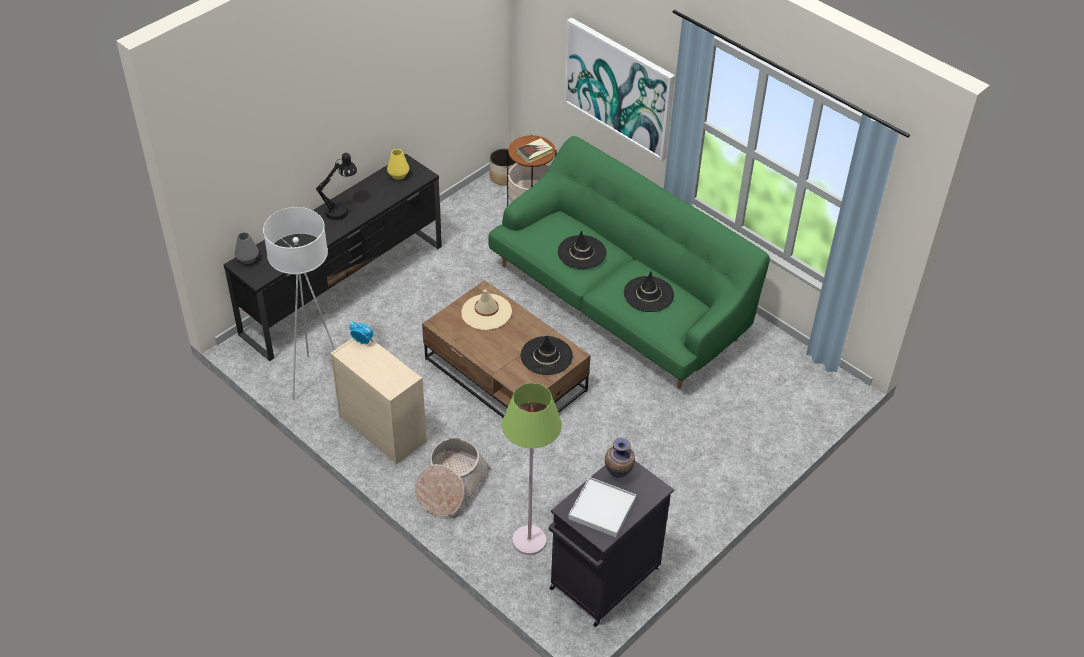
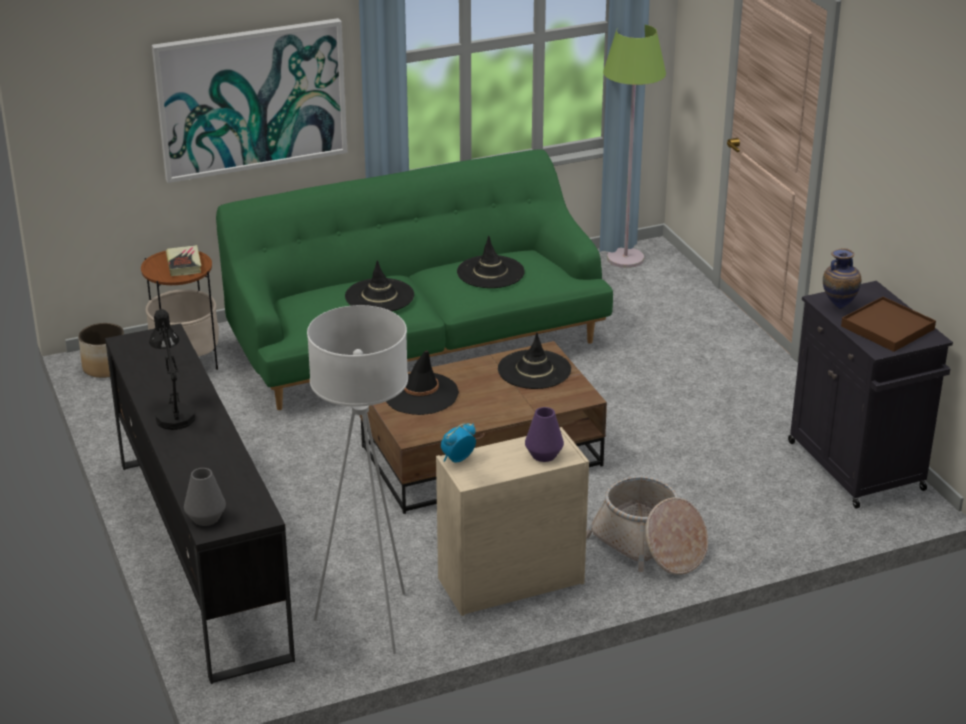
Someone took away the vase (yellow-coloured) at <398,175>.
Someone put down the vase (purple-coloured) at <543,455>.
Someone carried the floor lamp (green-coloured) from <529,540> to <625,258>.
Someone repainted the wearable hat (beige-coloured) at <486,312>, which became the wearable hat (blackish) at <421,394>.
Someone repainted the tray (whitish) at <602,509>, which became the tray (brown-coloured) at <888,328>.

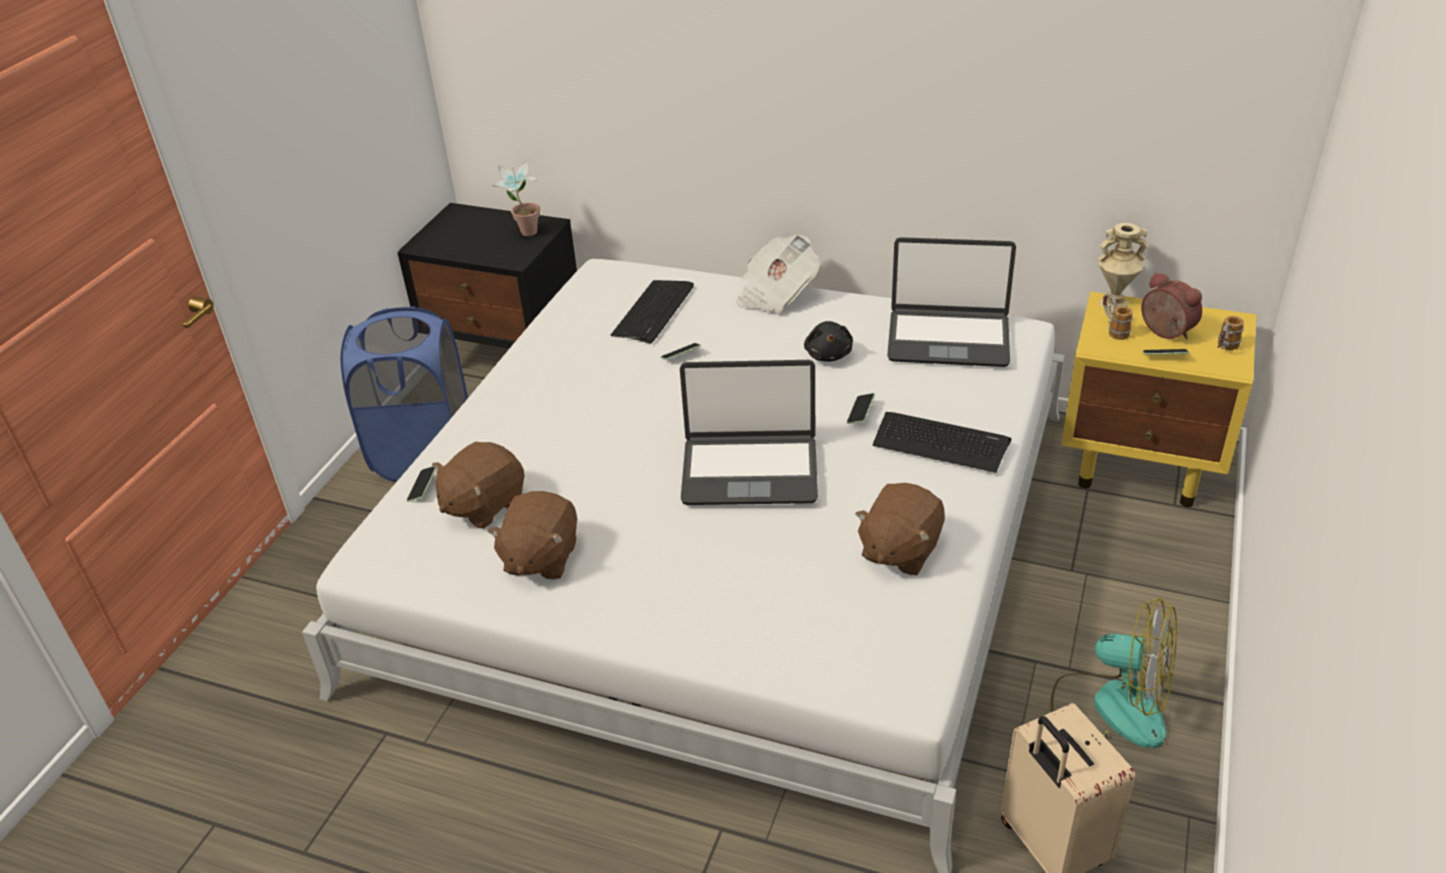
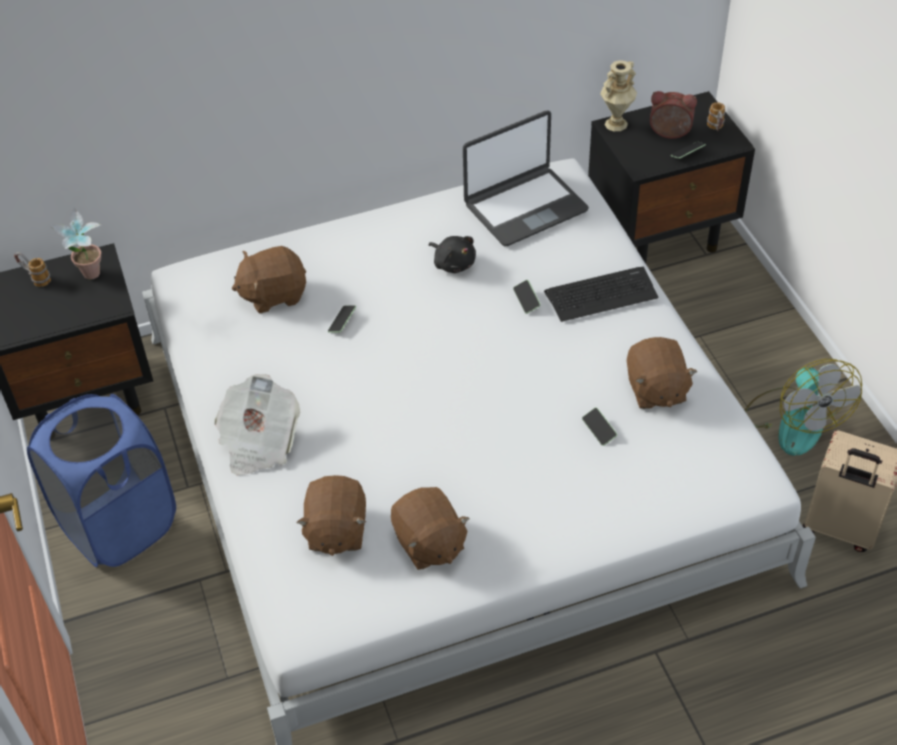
Someone took away the portable computer at <749,471>.
Someone carried the handset from <423,488> to <599,430>.
Someone carried the daily paper from <776,294> to <258,441>.
Someone carried the tea mug from <1112,329> to <35,278>.
Someone swapped the computer keyboard at <654,312> for the soft toy (brown-coloured) at <273,294>.
Someone repainted the nightstand (yellow-coloured) at <1141,465>, which became the nightstand (blackish) at <661,235>.
Someone rotated the electric fan at <1110,708> by 90 degrees clockwise.

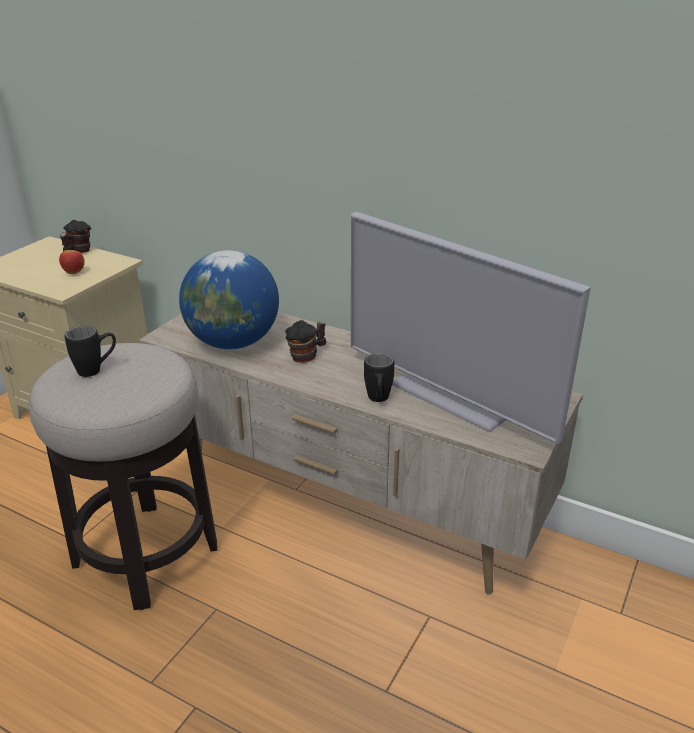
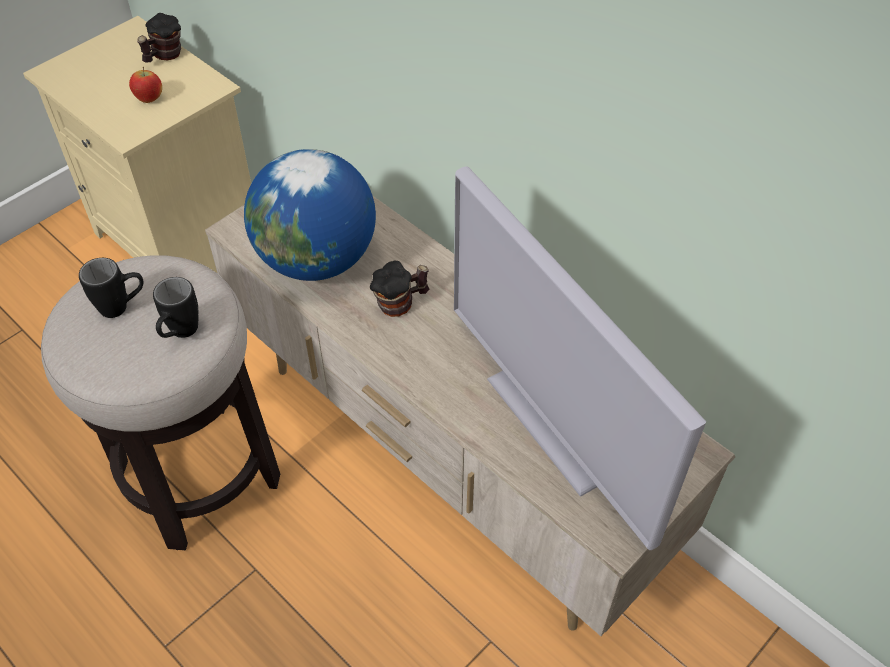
Someone carried the tea mug (blackish) from <378,400> to <180,334>.

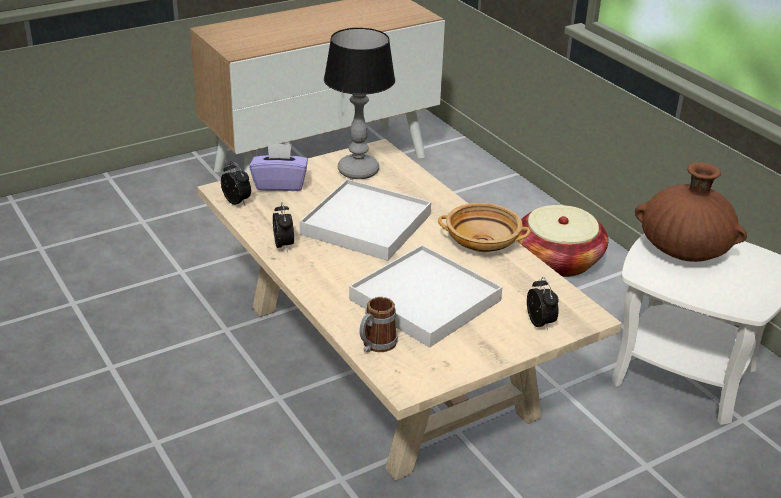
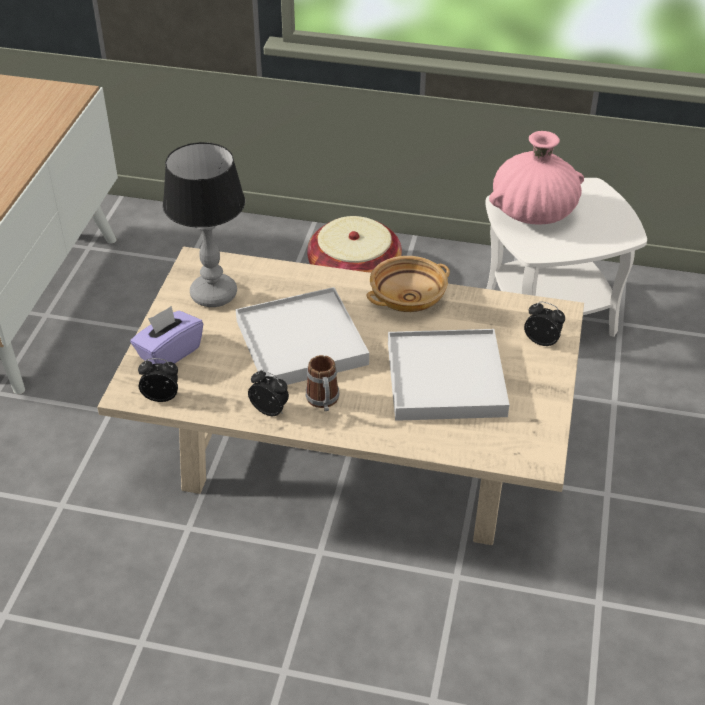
Someone carried the tea mug from <375,346> to <323,402>.
Someone repainted the vase (brown-coloured) at <684,250>, which became the vase (pink-coloured) at <533,213>.

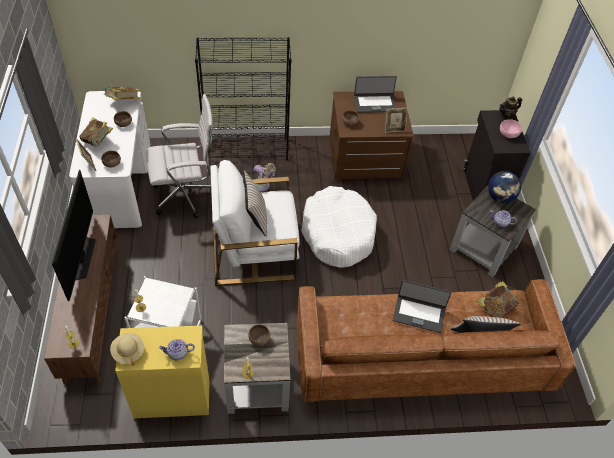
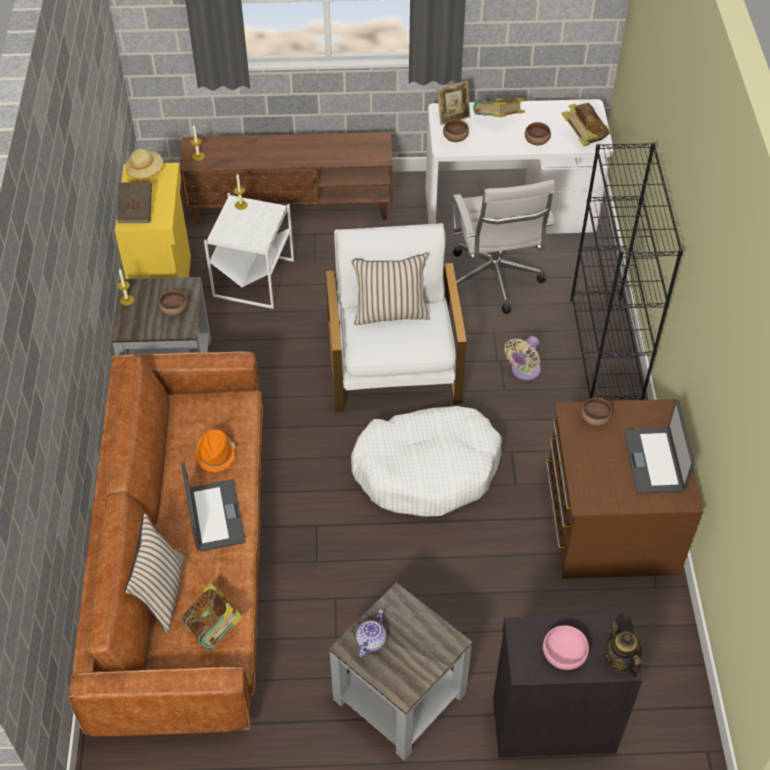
Someone took away the TV at <81,258>.
Someone took away the photo frame at <394,129>.
Someone took away the world globe at <500,197>.
Someone put down the wearable hat (orange) at <216,454>.
Someone swapped the pot for tea at <177,353> for the bound book (brown-coloured) at <136,211>.
Someone rotated the portable computer at <419,313> by 150 degrees clockwise.

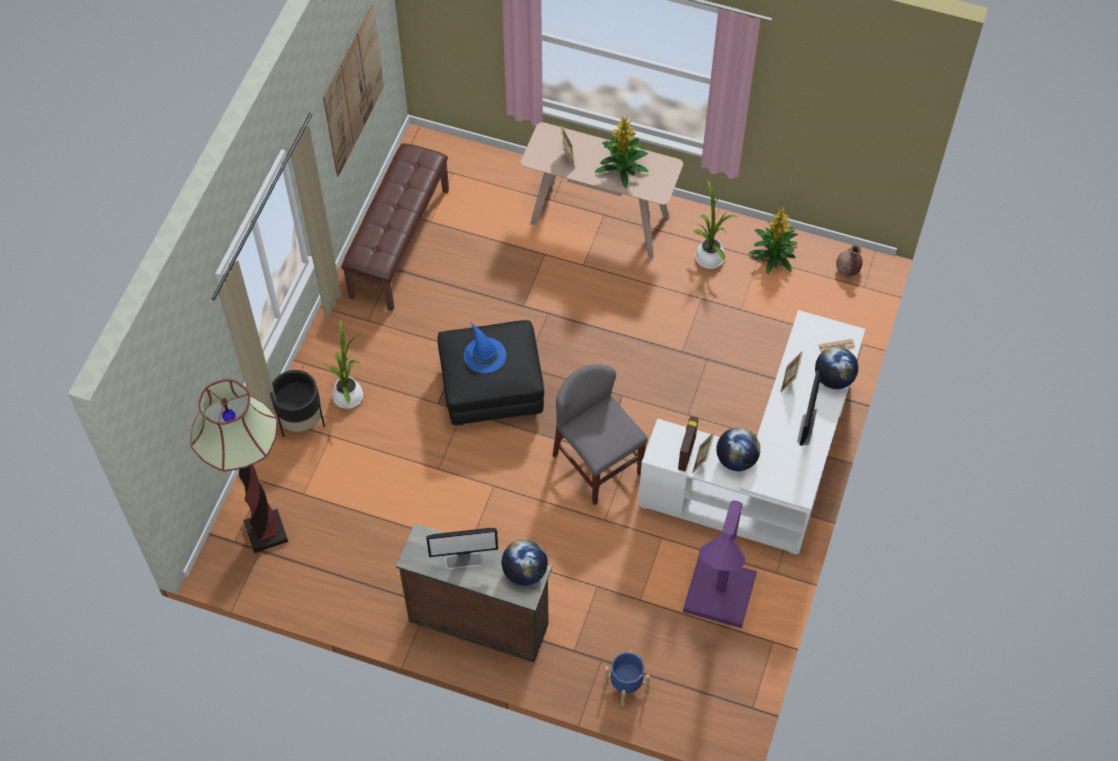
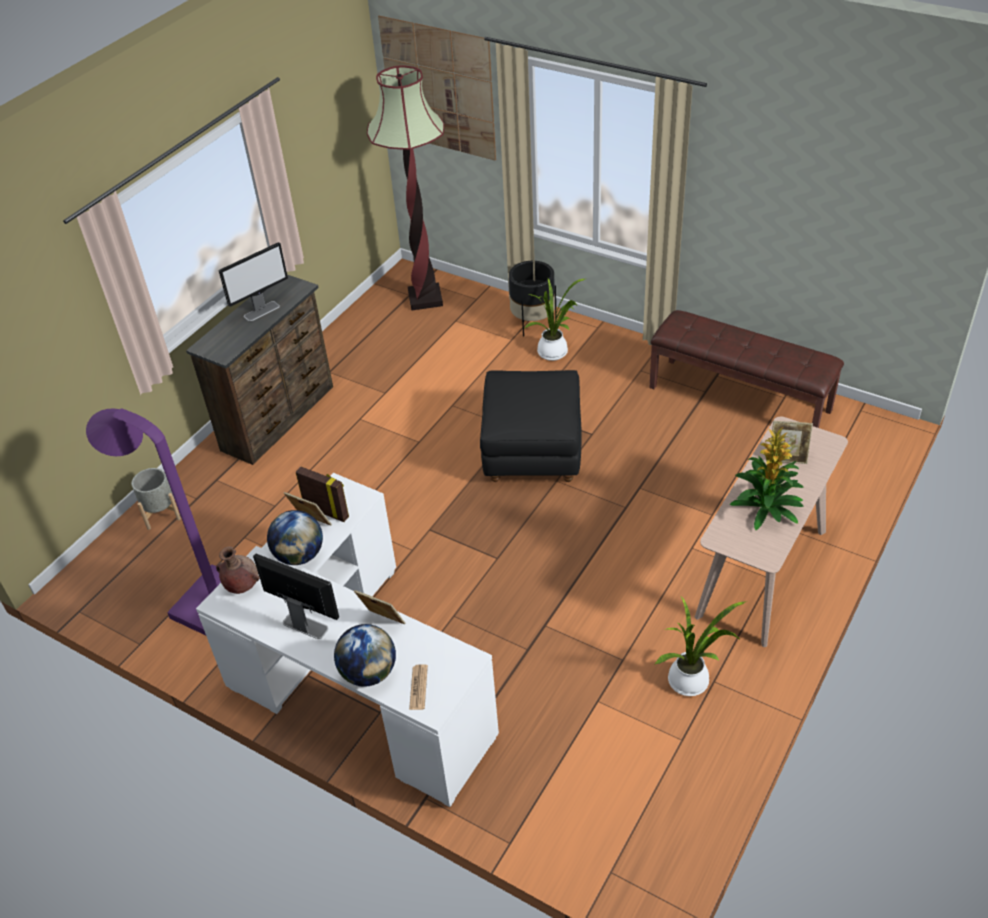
Someone took away the wearable hat (blue-coloured) at <484,354>.
Someone took away the world globe at <524,572>.
Someone took away the upright chair (grey) at <597,464>.
Someone took away the plant in a pot at <773,254>.
Someone carried the wall art from <353,91> to <438,88>.
Someone carried the vase (brown-coloured) from <847,270> to <241,586>.
Someone repainted the flower pot (blue-coloured) at <626,684>, which became the flower pot (grey) at <161,513>.
Someone rotated the monitor at <464,561> by 135 degrees counterclockwise.

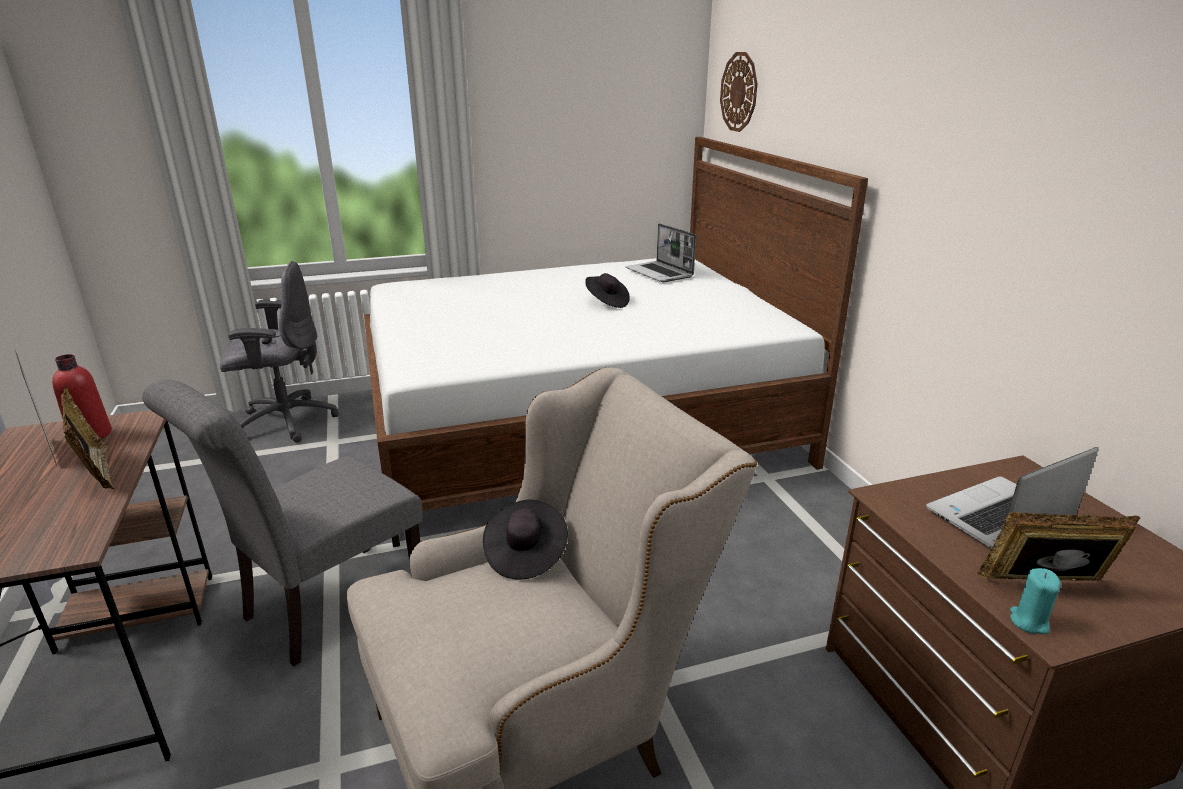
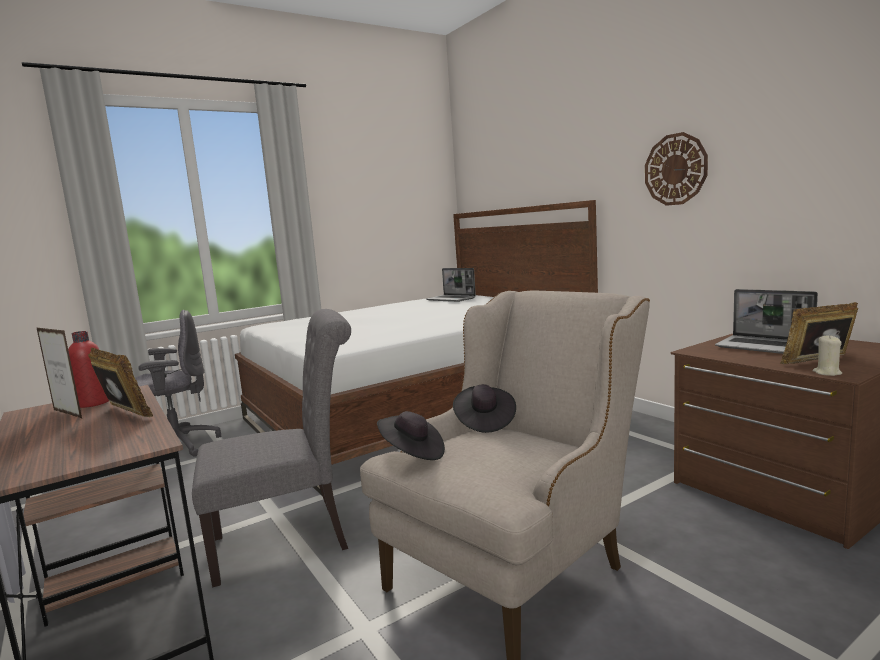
Someone carried the wearable hat (blackish) from <607,302> to <412,453>.
Someone carried the wall clock from <739,92> to <675,169>.
Someone repainted the wax candle (turquoise-coloured) at <1028,621>, which became the wax candle (beige-coloured) at <827,373>.
Someone rotated the upright chair (grey) at <324,607> by 135 degrees counterclockwise.
Someone rotated the portable computer at <999,517> by 90 degrees counterclockwise.

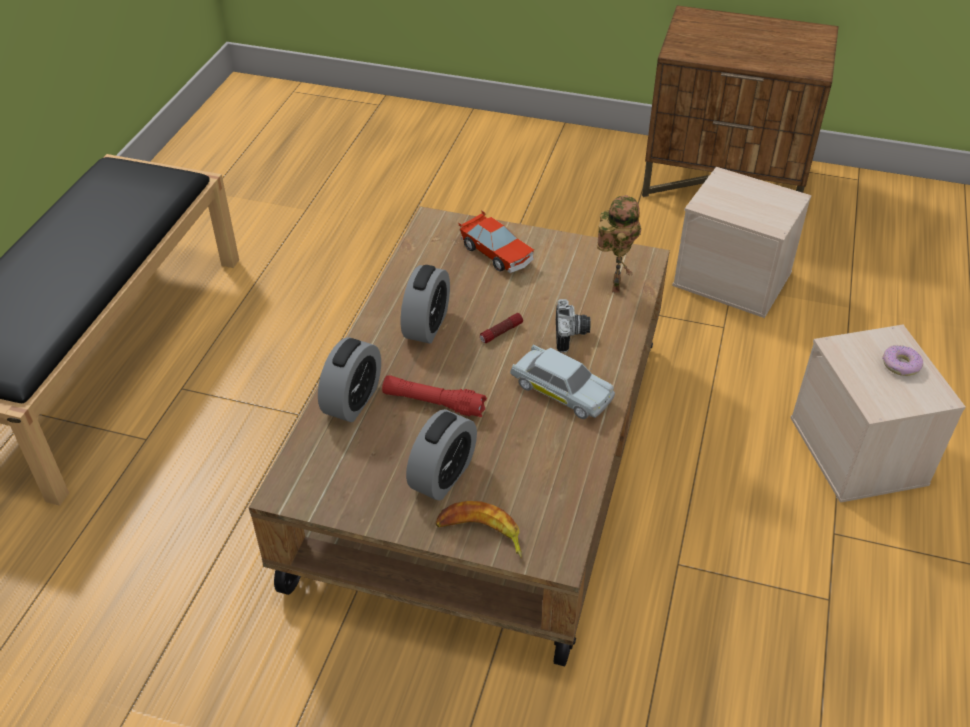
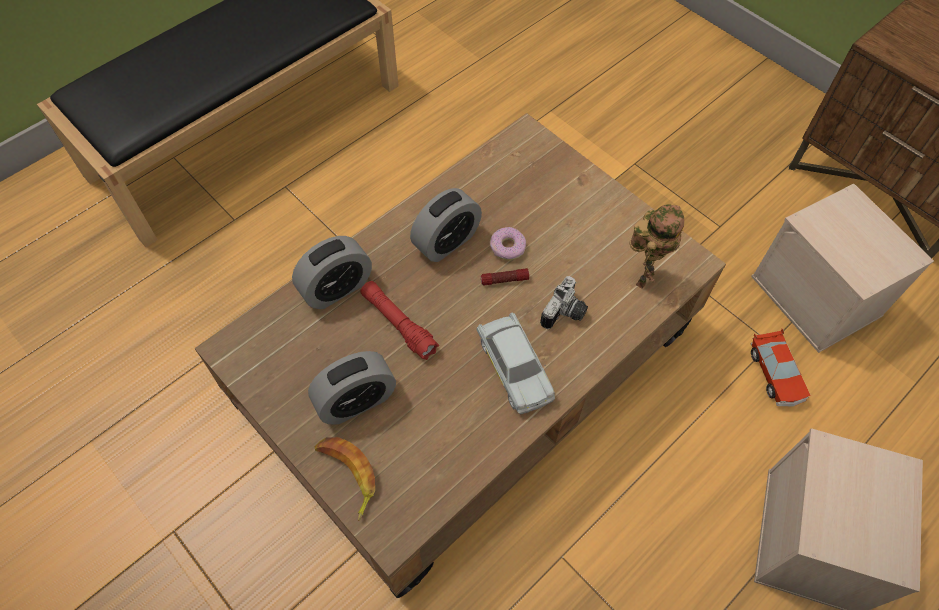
Someone carried the miniature car from <496,254> to <775,374>.
Someone carried the ring doughnut from <900,365> to <507,247>.

